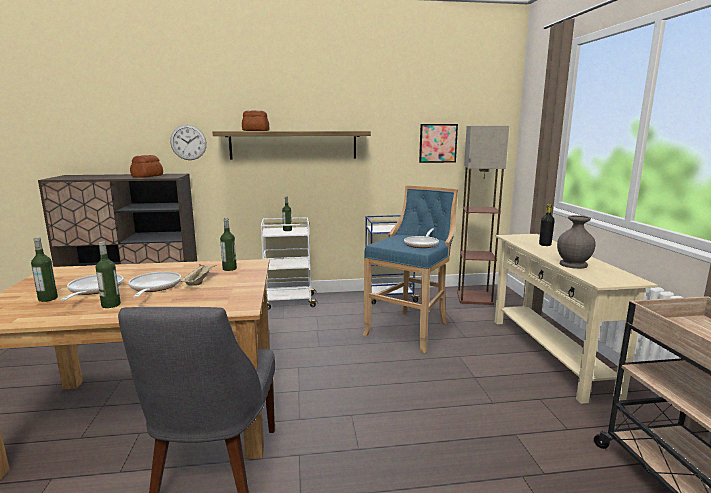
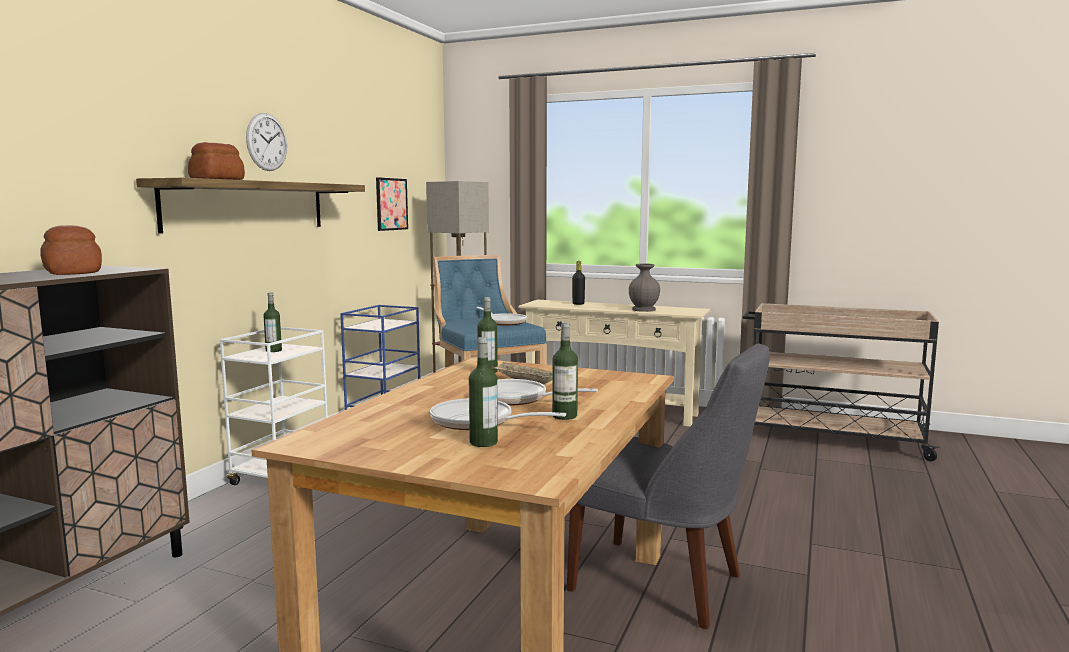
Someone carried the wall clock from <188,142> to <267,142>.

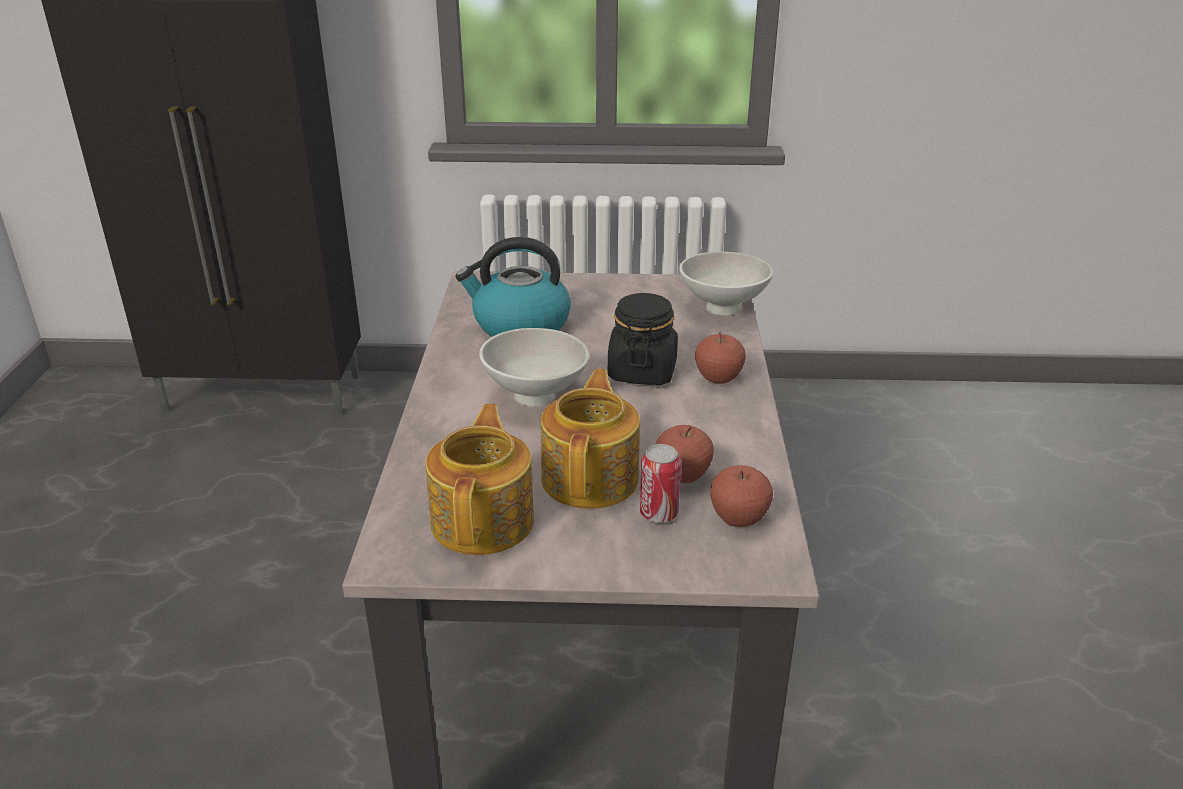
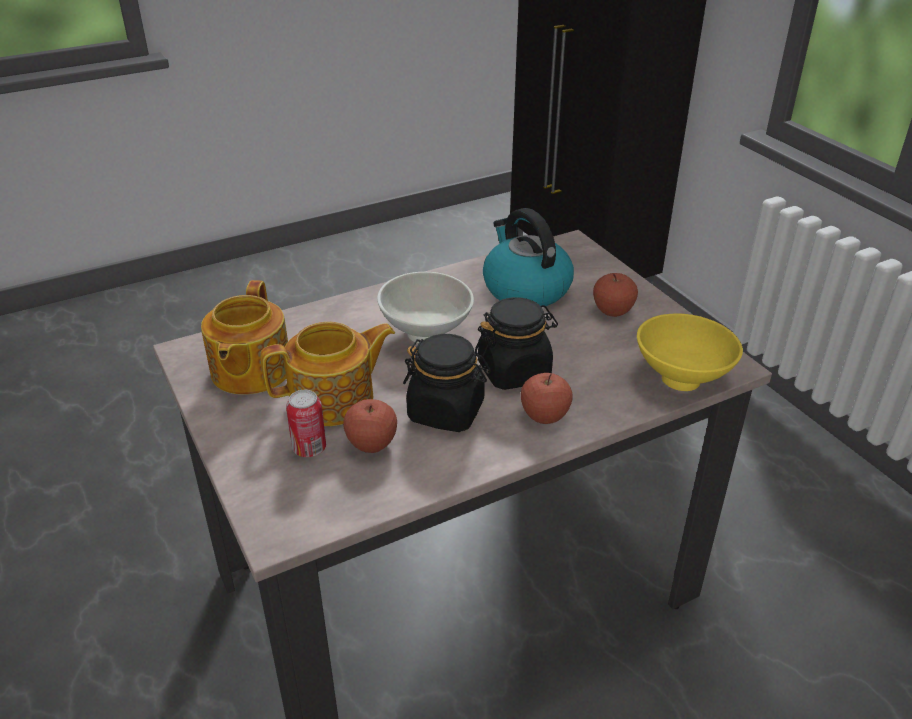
Someone put down the preserve jar (blackish) at <446,411>.
Someone carried the whole apple from <738,518> to <612,311>.
Someone repainted the deep dish (whitish) at <720,307>, which became the deep dish (yellow-coloured) at <680,378>.
Someone rotated the pot for tea at <484,520> by 120 degrees clockwise.

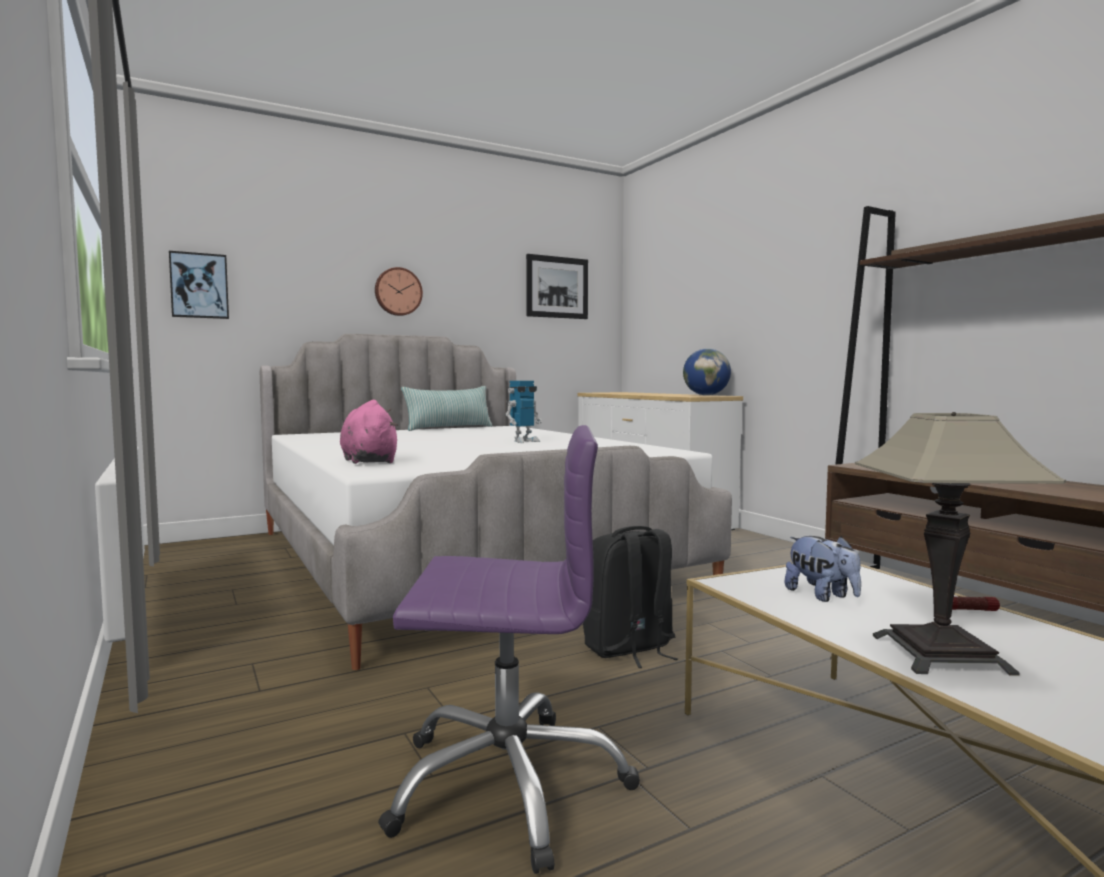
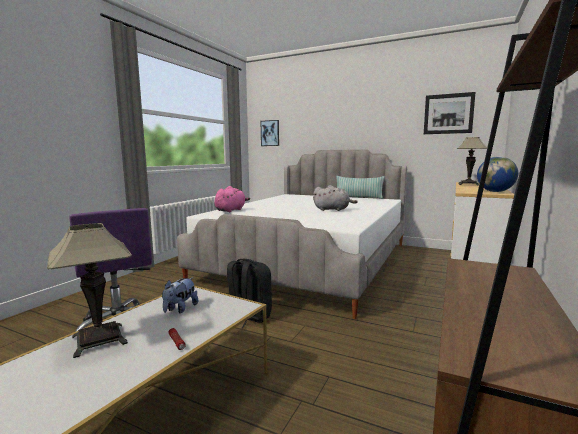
Someone took away the wall clock at <398,292>.
Someone put down the lamp for a table at <468,184>.
Someone swapped the model robot at <523,441> for the soft toy (grey) at <333,209>.

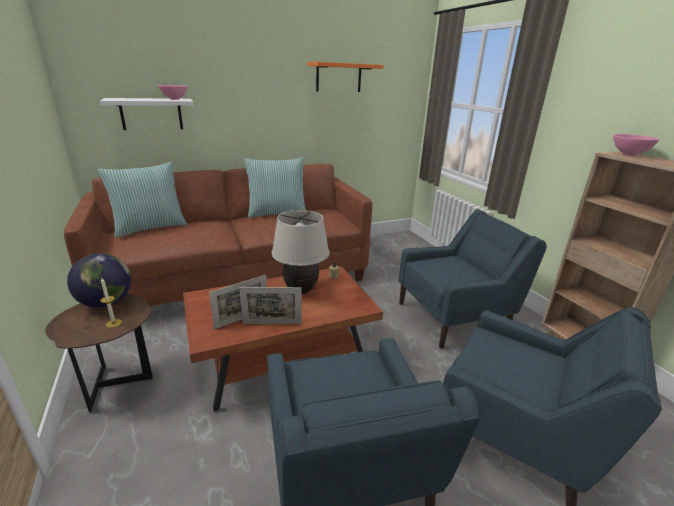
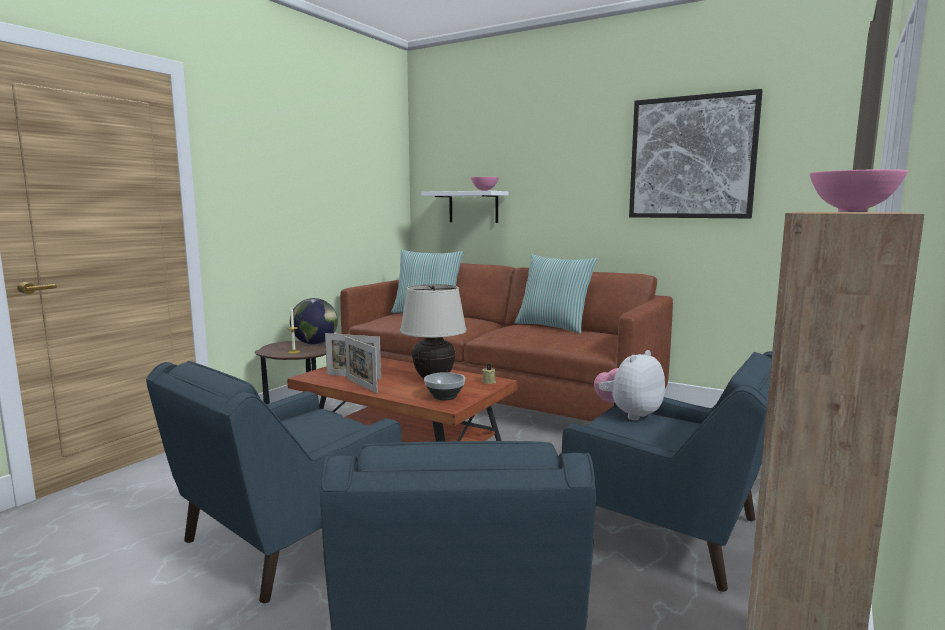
Someone put down the deep dish at <444,397>.
Someone put down the soft toy at <629,414>.
Someone swapped the wall shelf (orange) at <338,77> for the wall art at <692,158>.

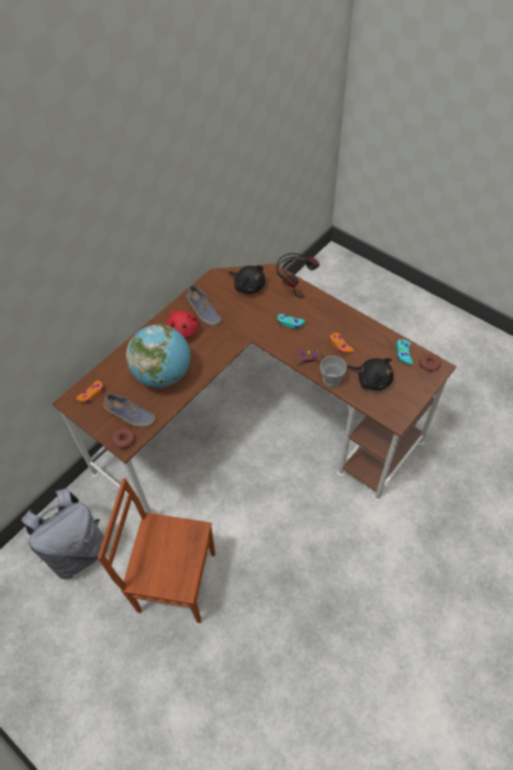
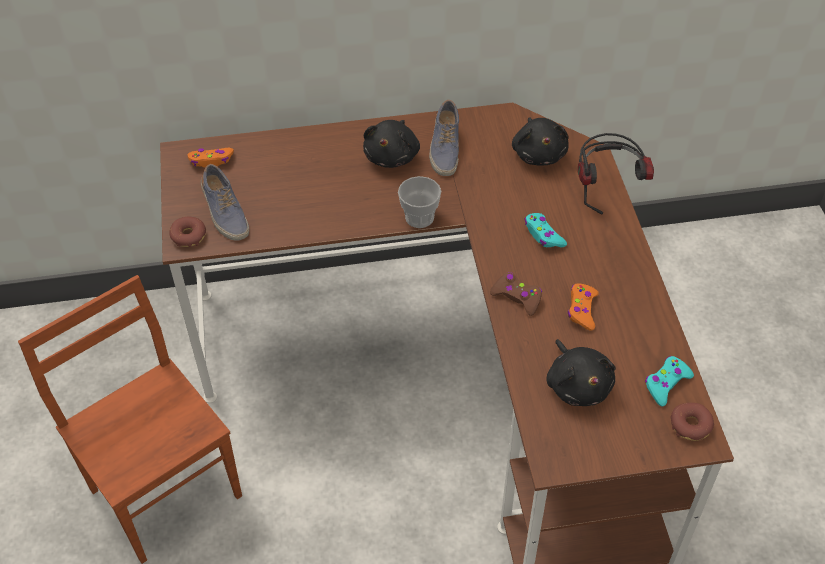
Someone took away the rucksack (grey) at <77,550>.
Someone took away the world globe at <163,374>.
Someone carried the small cup from <331,379> to <419,217>.
Someone repainted the soft toy (red-coloured) at <182,331>, which became the soft toy (blackish) at <392,156>.

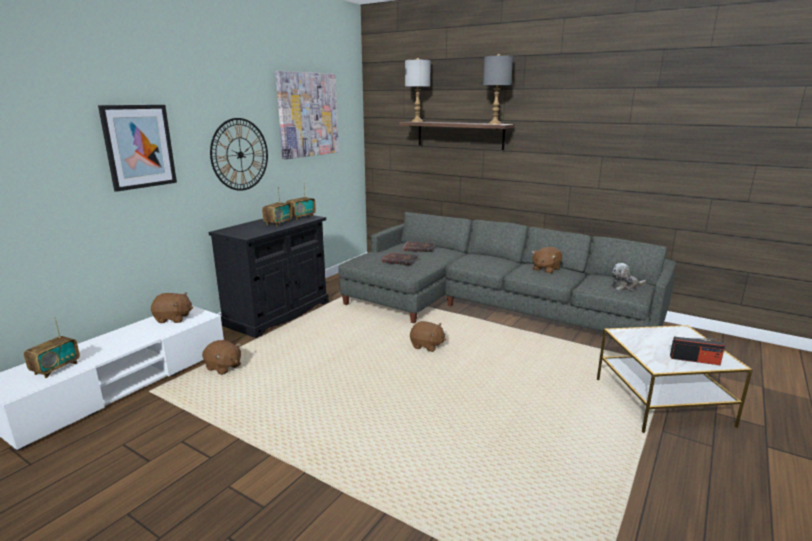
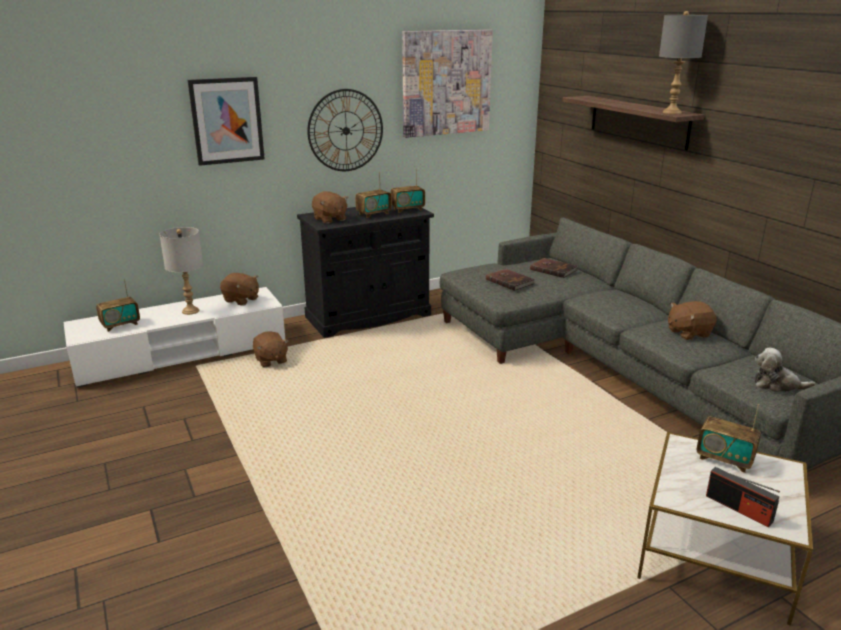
Someone put down the radio at <724,459>.
Someone carried the lamp for a table (grey) from <417,121> to <191,311>.
Someone carried the soft toy (brown-coloured) from <427,346> to <330,219>.

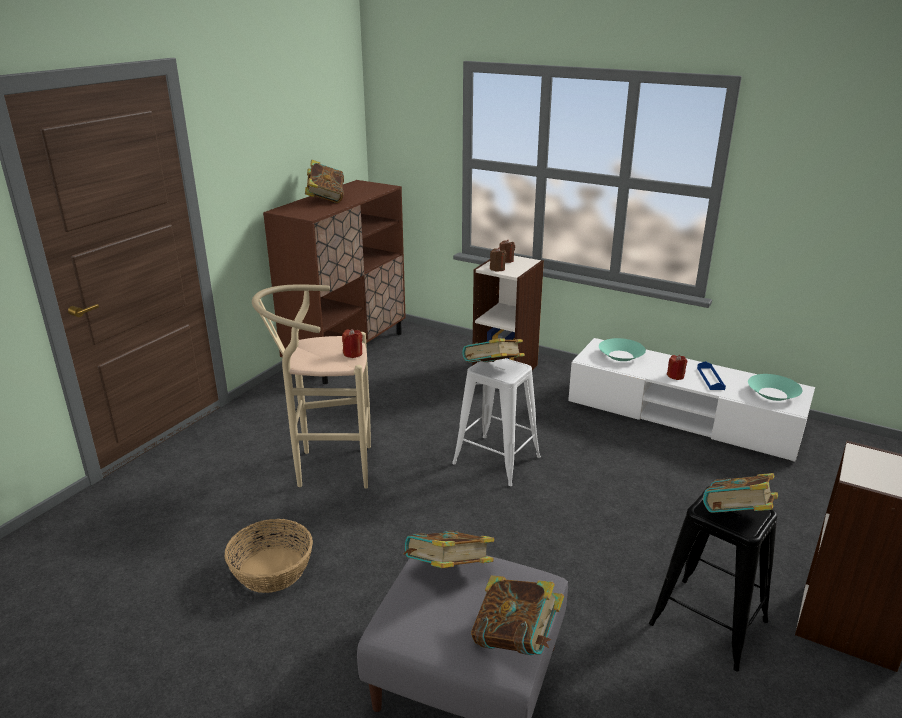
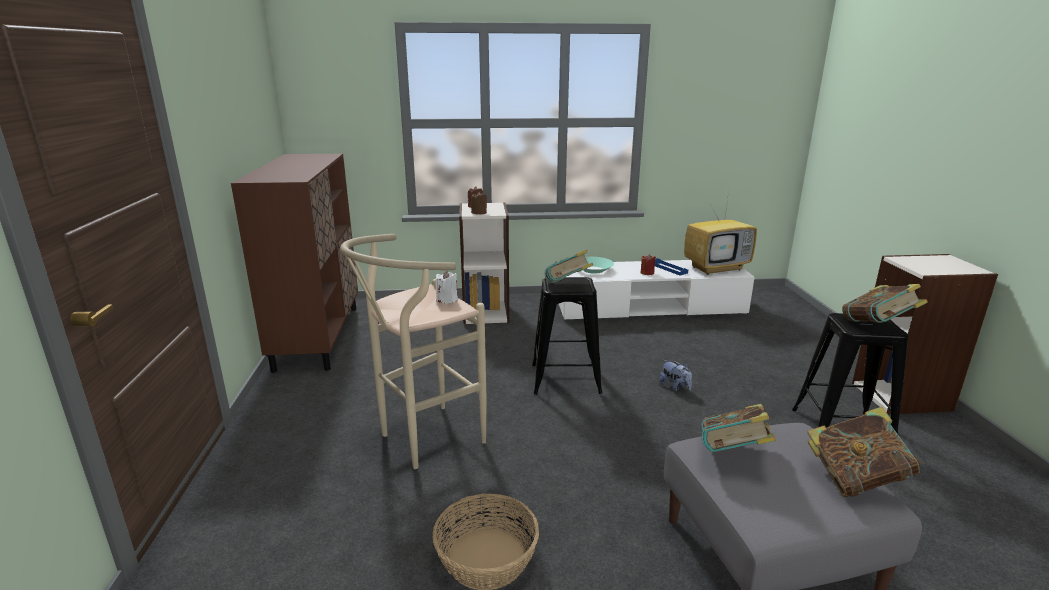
Someone took away the bound book at <325,199>.
Someone put down the soft toy at <675,387>.
Someone swapped the deep dish (turquoise-coloured) at <773,394> for the TV at <717,268>.
Someone repainted the wax candle (red-coloured) at <353,354>, which became the wax candle (whitish) at <447,299>.
Someone repainted the stool seat (whitish) at <496,460>, which became the stool seat (blackish) at <565,379>.

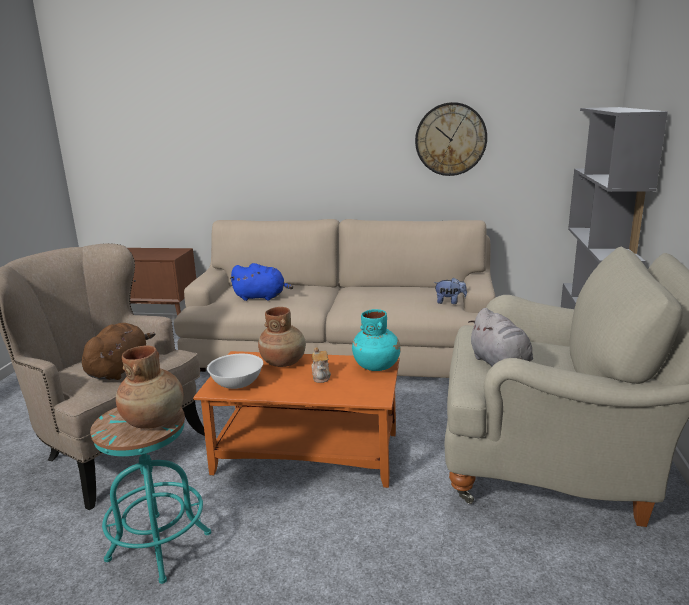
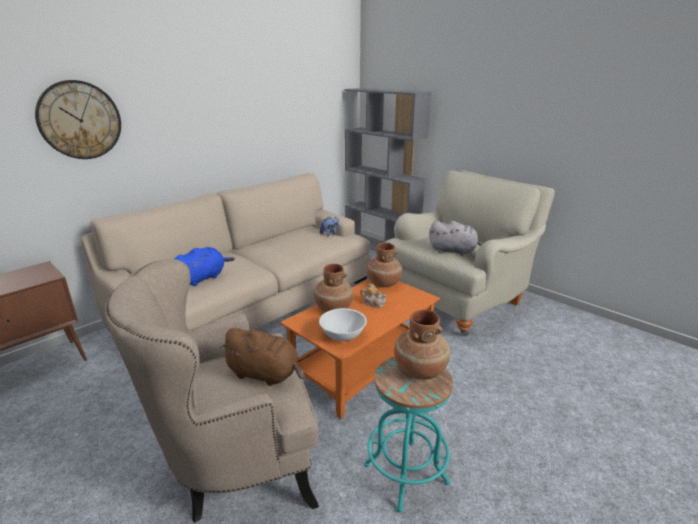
Someone carried the wall clock from <450,139> to <80,120>.
Someone repainted the vase (turquoise-coloured) at <376,366>, which became the vase (brown-coloured) at <383,283>.
Someone rotated the soft toy (brown-coloured) at <119,369> by 150 degrees clockwise.

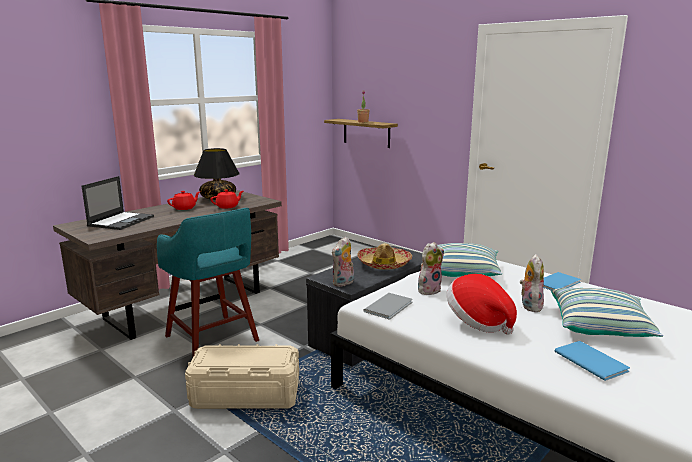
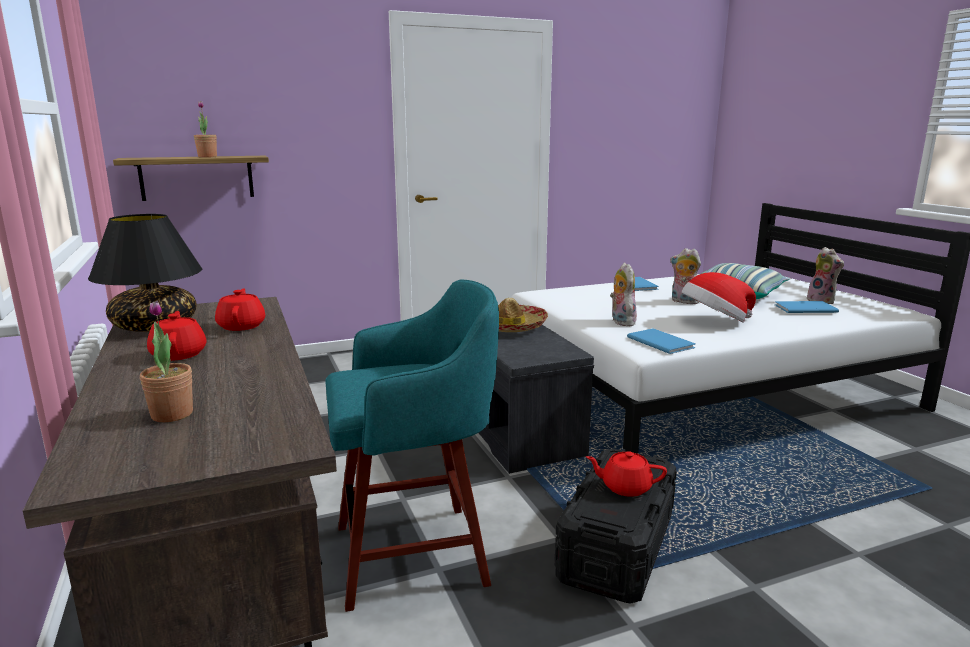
Someone took away the cushion at <464,272>.
Someone put down the pot for tea (red-coloured) at <625,487>.
Someone carried the soft toy from <343,283> to <822,301>.
Someone swapped the portable computer at <121,221> for the plant in a pot at <172,414>.
Someone repainted the storage bin (beige-coloured) at <245,394>, which became the storage bin (blackish) at <616,547>.
Someone repainted the bound book (grey) at <390,306>, which became the bound book (blue-coloured) at <660,342>.

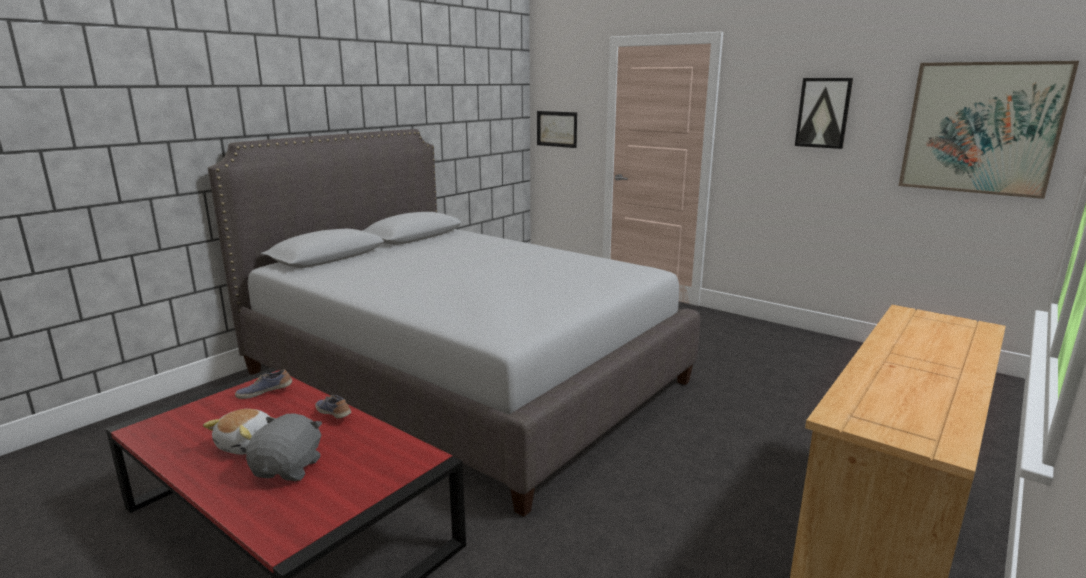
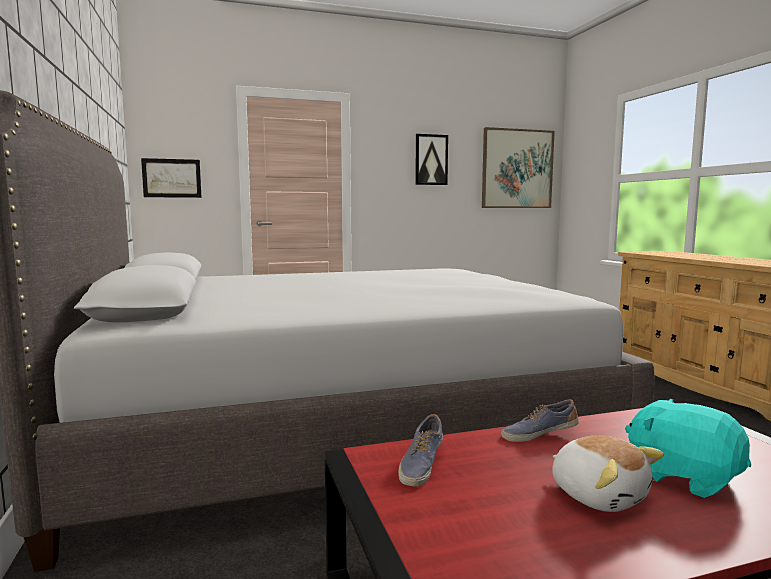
Someone repainted the soft toy (grey) at <289,468>, which became the soft toy (turquoise-coloured) at <684,476>.

